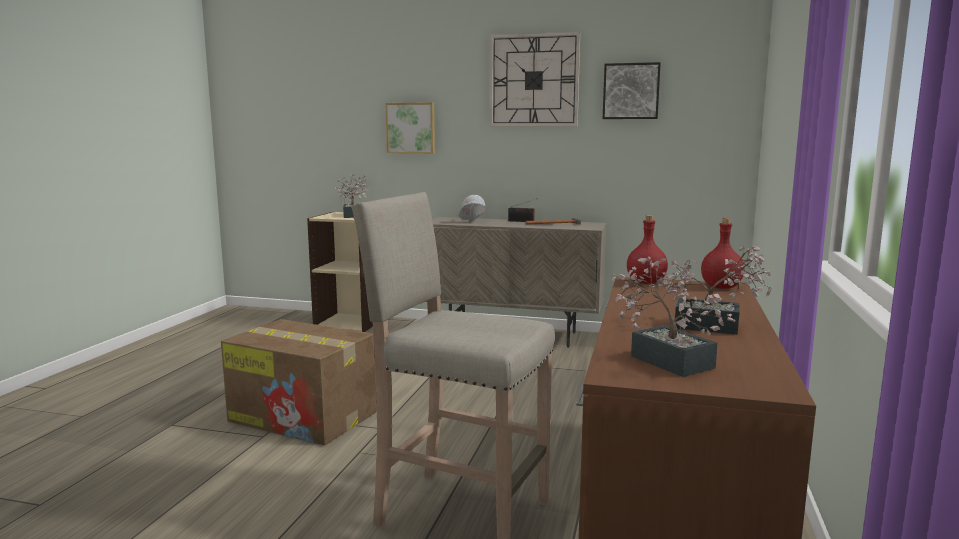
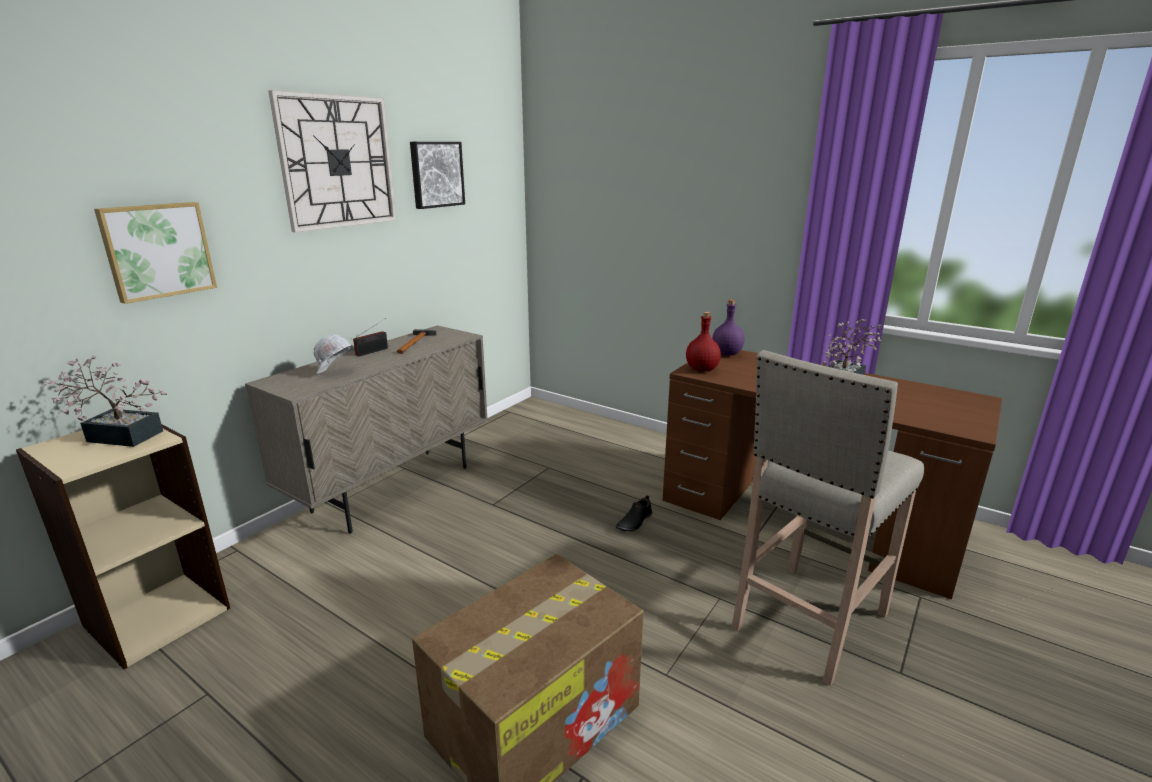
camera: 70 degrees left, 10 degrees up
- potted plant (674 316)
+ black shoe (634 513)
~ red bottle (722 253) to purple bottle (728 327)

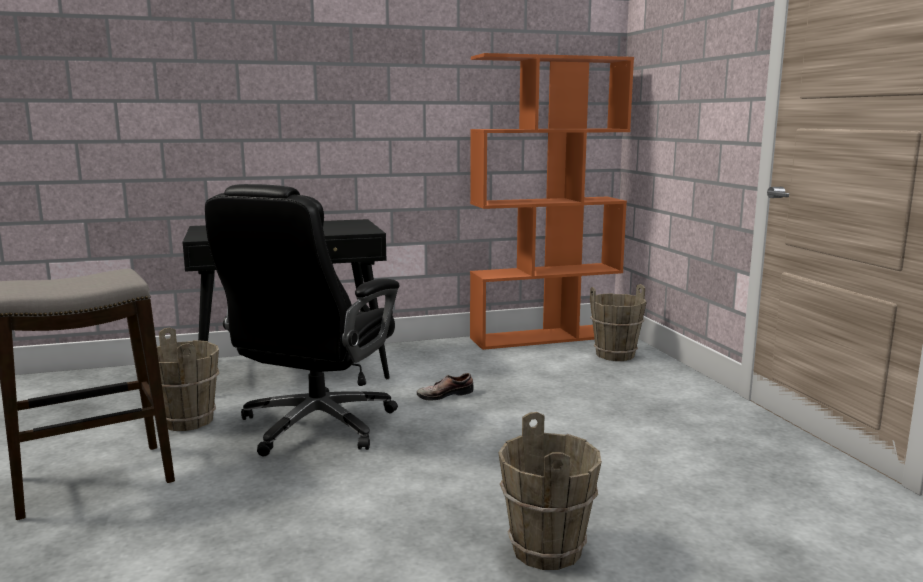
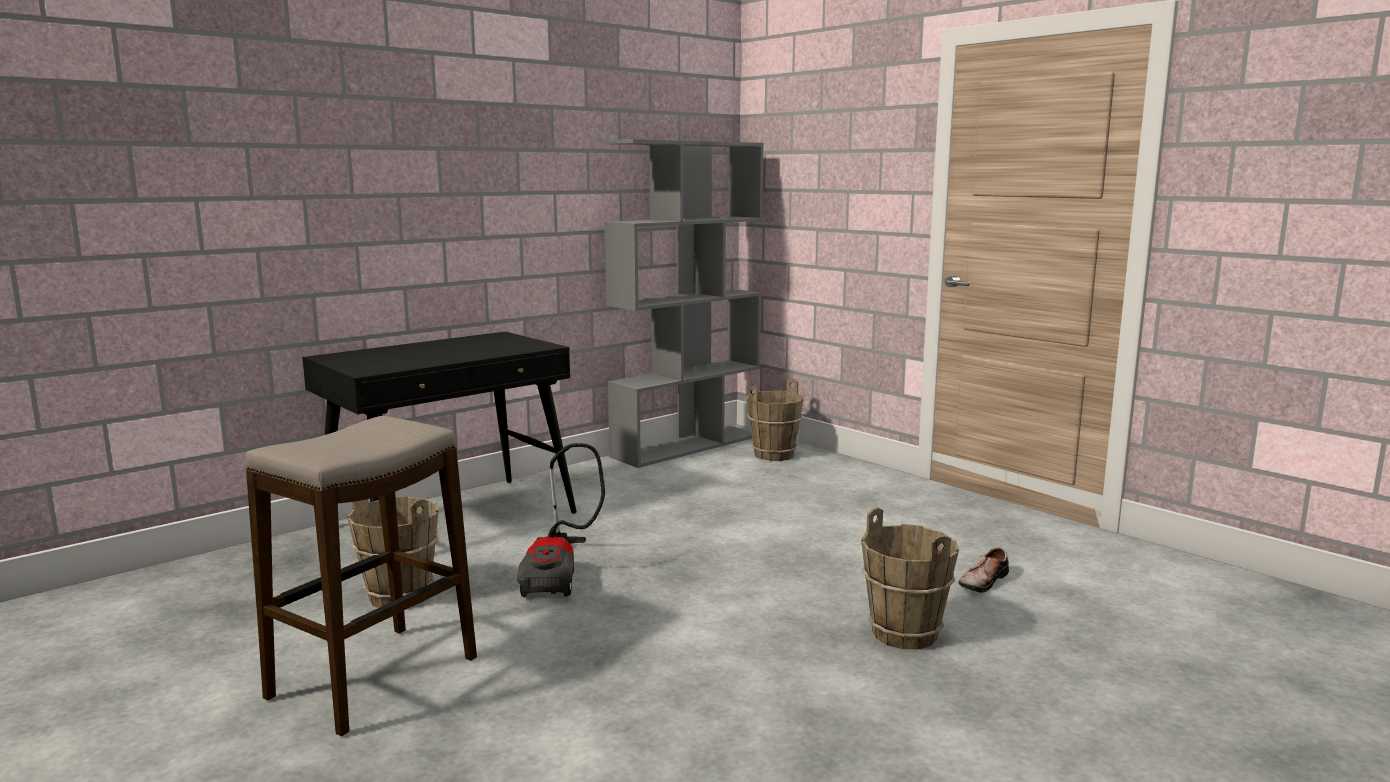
camera: 25 degrees left, 0 degrees up
~ shoe (445 386) to (983 570)
~ black office chair (302 320) to vacuum cleaner (561 520)
~ orange bookcase (552 201) to grey bookcase (683 303)

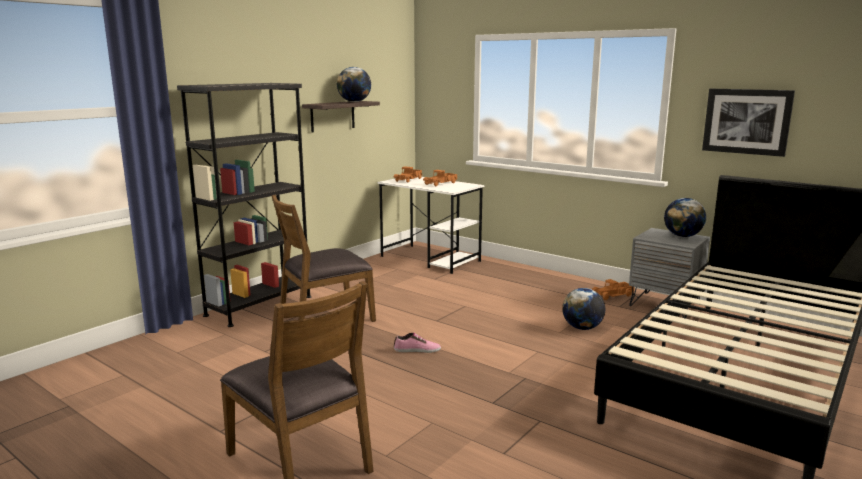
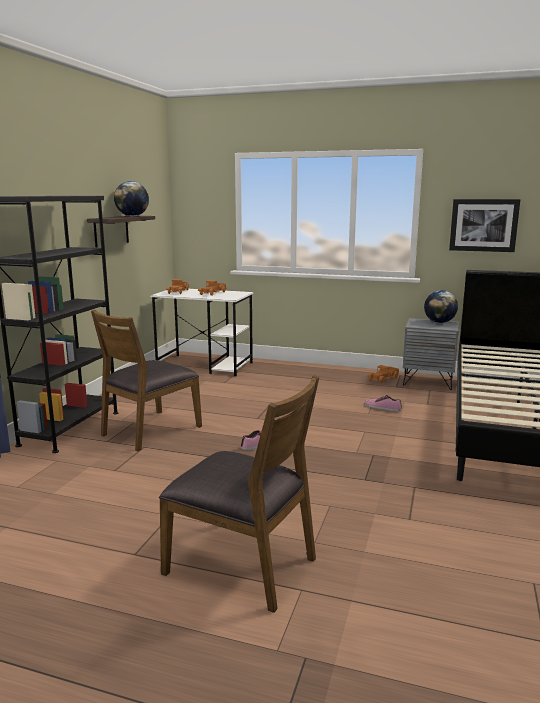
camera: 20 degrees left, 0 degrees up
~ globe (583 309) to shoe (383 403)

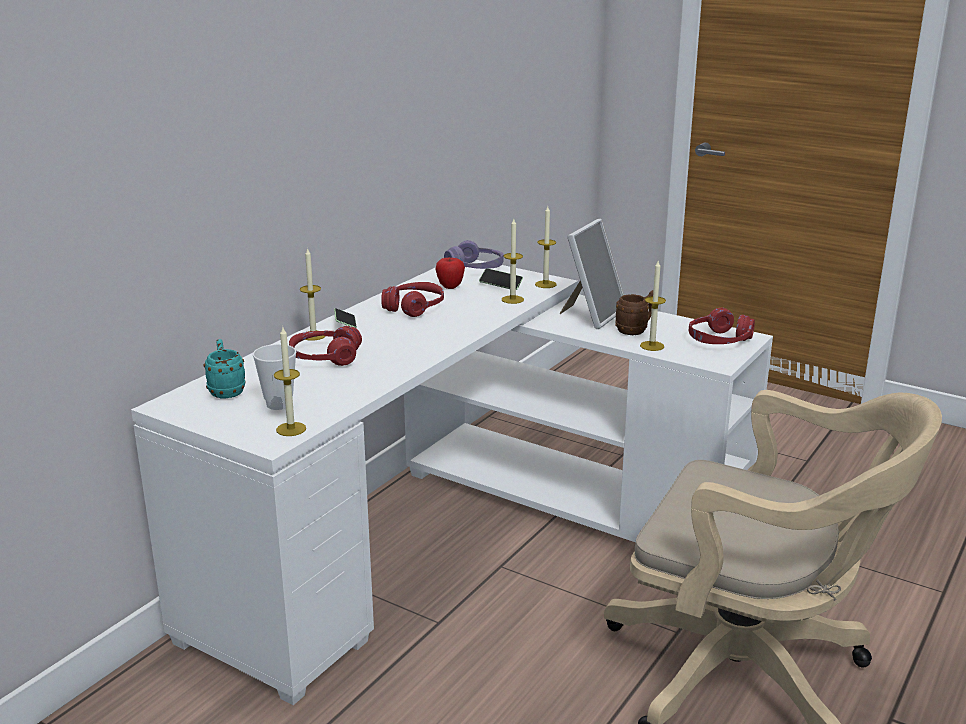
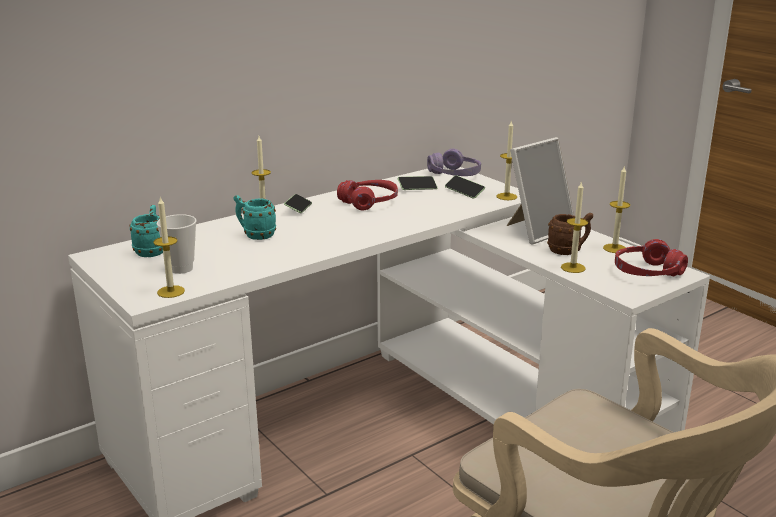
camera: 20 degrees right, 0 degrees up
~ candle (513 261) to (616 209)
~ red headphones (325 346) to turquoise mug (255 217)
~ apple (450 273) to phone (418 183)

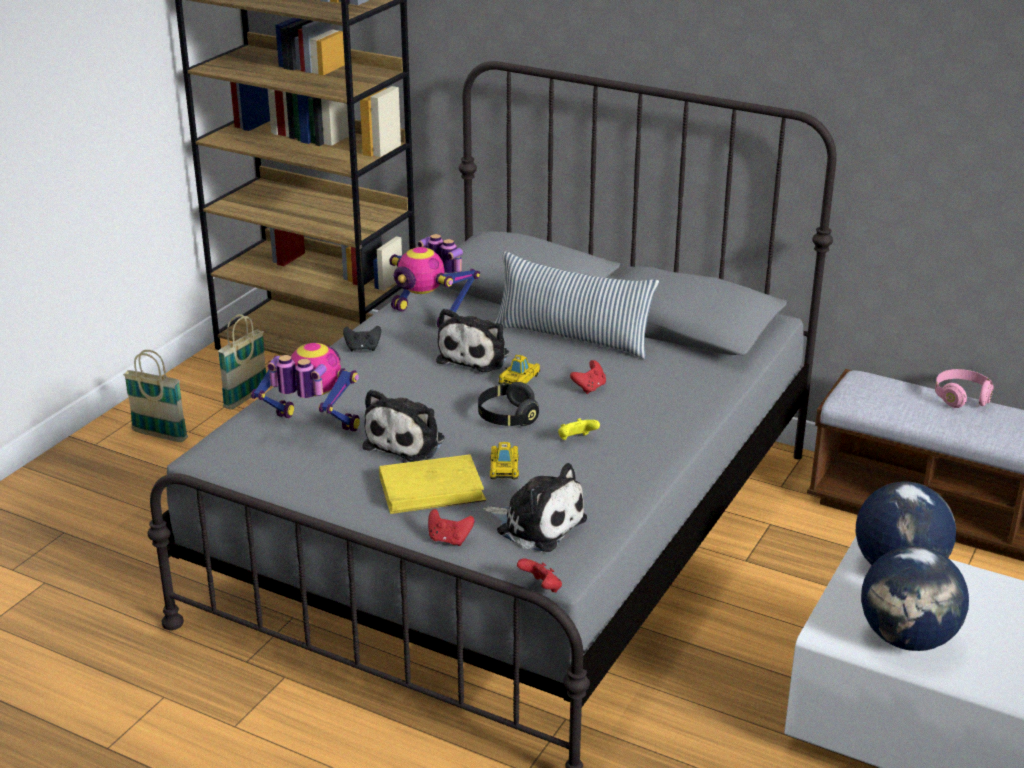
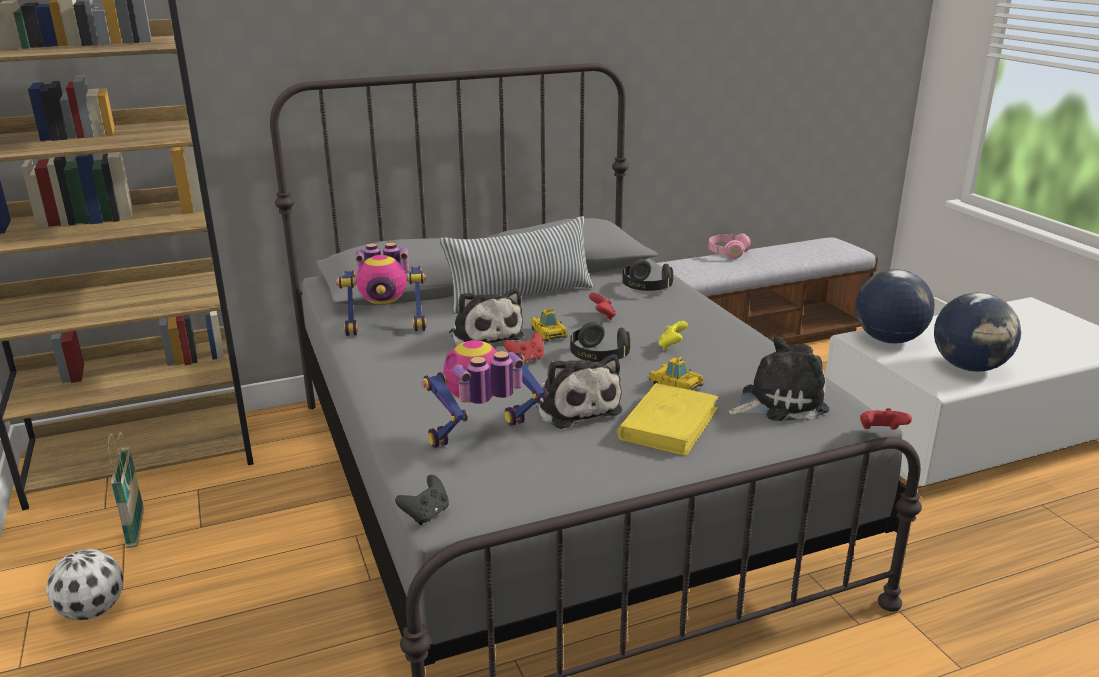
camera: 50 degrees left, 5 degrees down
+ black headphones (647 275)
~ black game controller (362 339) to (422 500)
~ red game controller (451 527) to (524 347)
~ basket (155 396) to football (84 585)

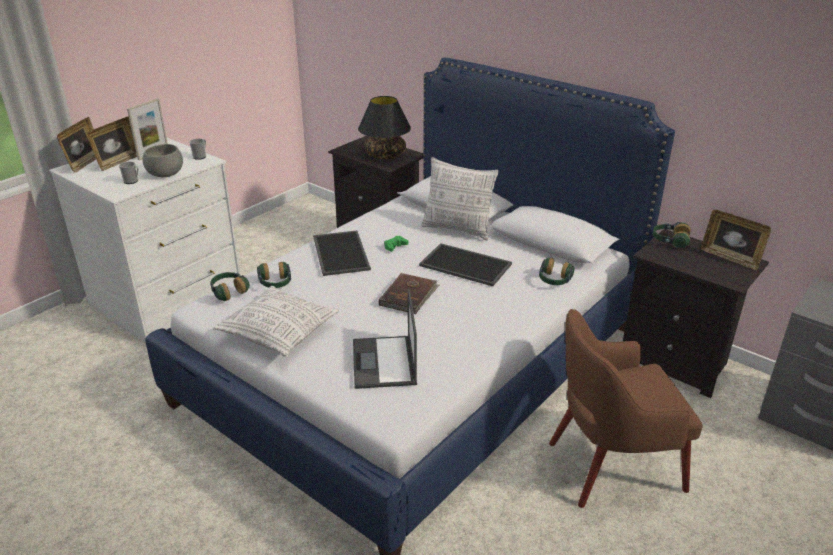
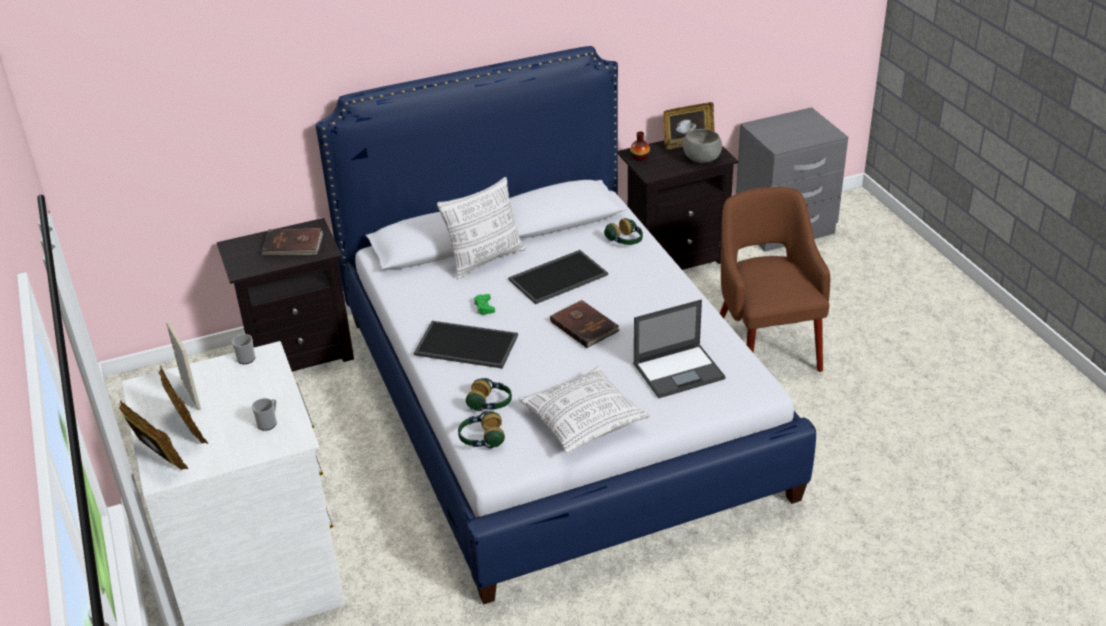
camera: 60 degrees left, 5 degrees up
~ grey bowl (163 160) to (702 146)
~ black table lamp (384 127) to brown book (292 242)
~ headphones (672 235) to vase (640 146)
~ laptop (385 339) = (679 349) 45 degrees counterclockwise
~ brown armchair (626 408) = (775 279) 150 degrees clockwise

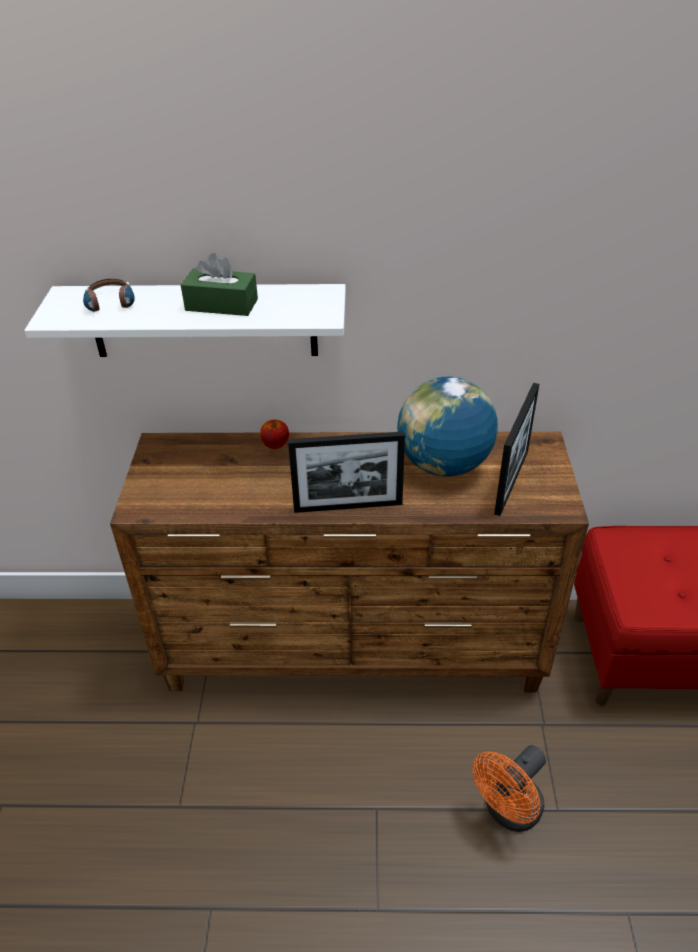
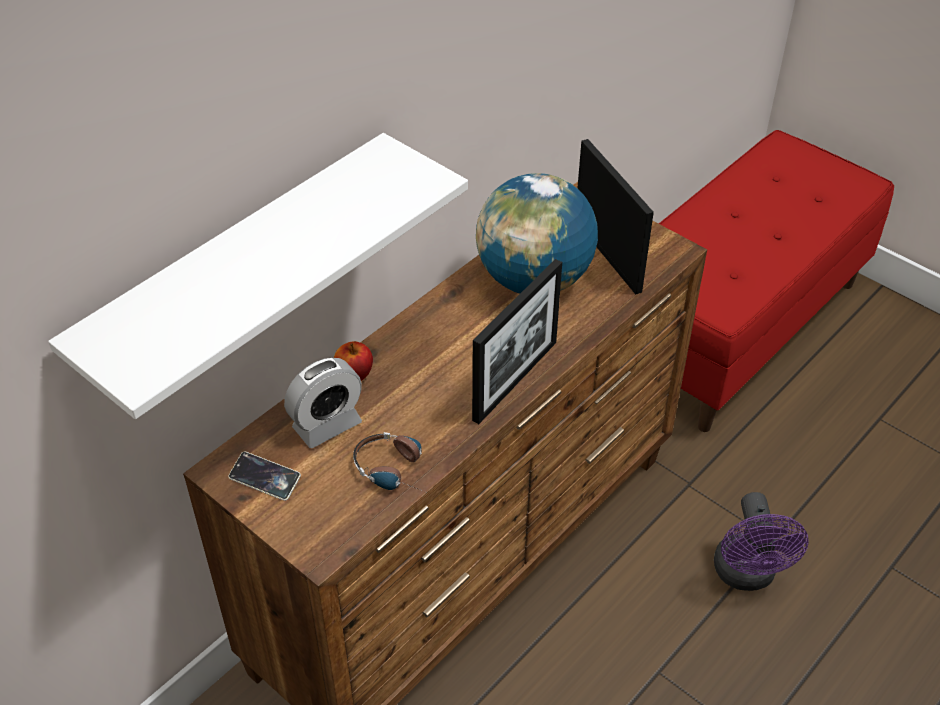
camera: 50 degrees left, 5 degrees up
- green tissue box (219 284)
+ phone (264 476)
+ alarm clock (323 402)
~ headphones (109 298) to (388 461)
~ orange fan (509 788) to purple fan (761 541)

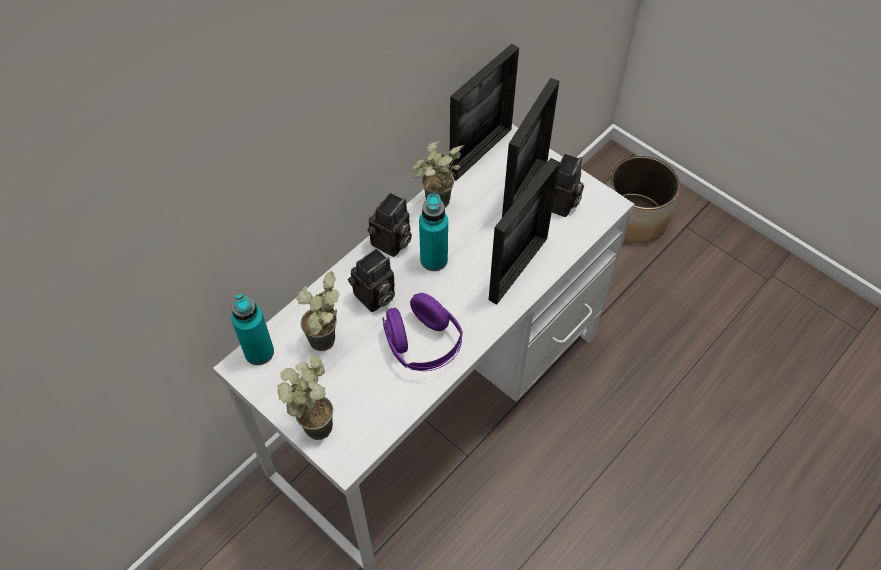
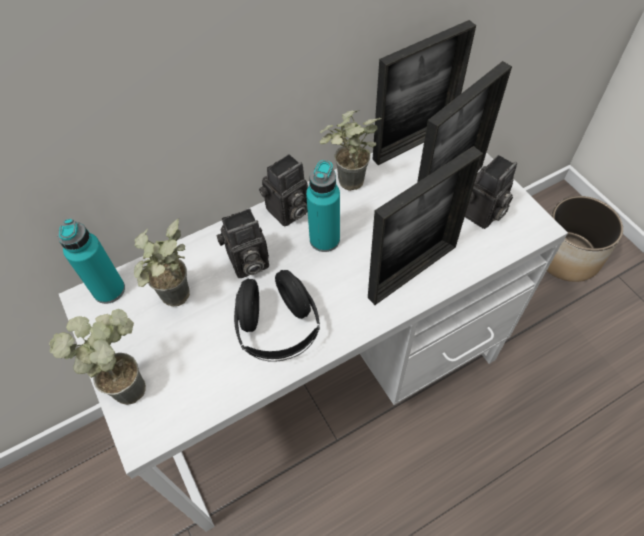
camera: 20 degrees right, 0 degrees up
~ purple headphones (422 332) to black headphones (277 316)

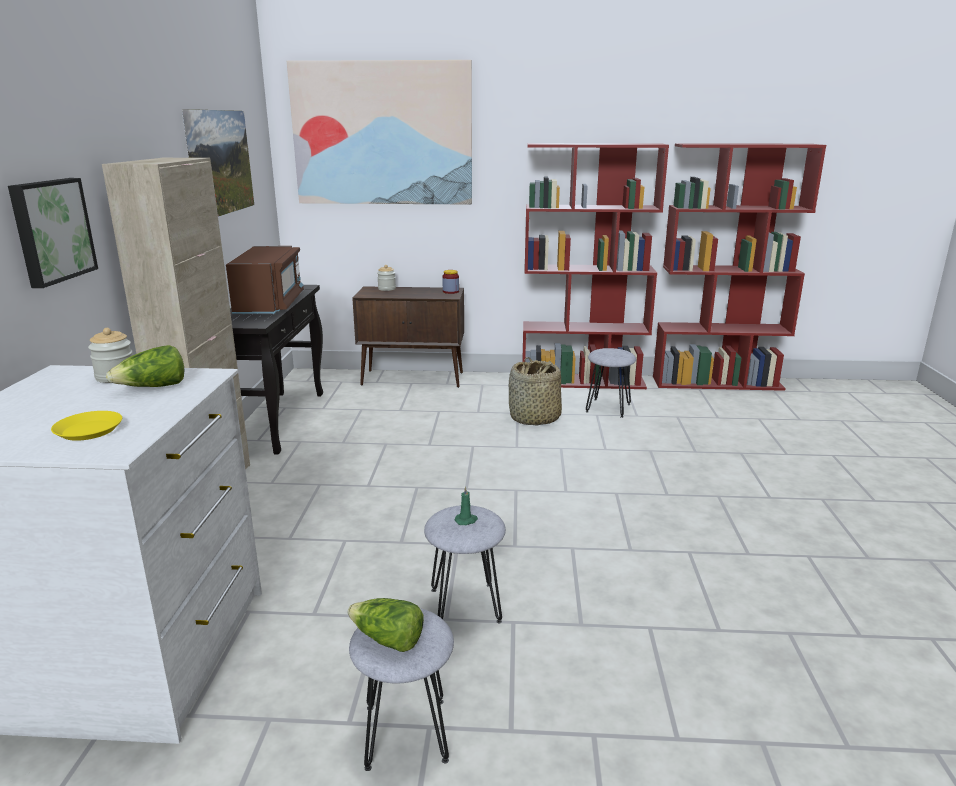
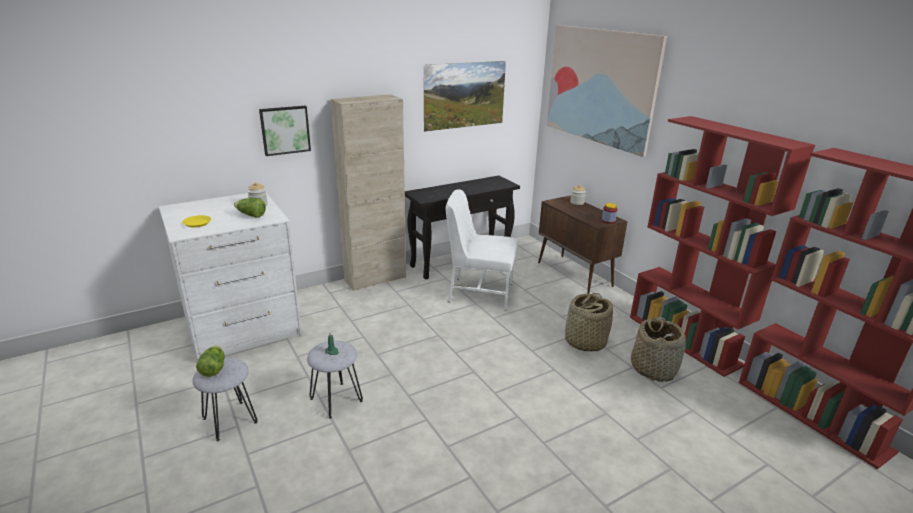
camera: 55 degrees right, 5 degrees up
- brown microwave (265 280)
+ white chair (482 250)
~ grey stool (611 383) to basket (658 349)

